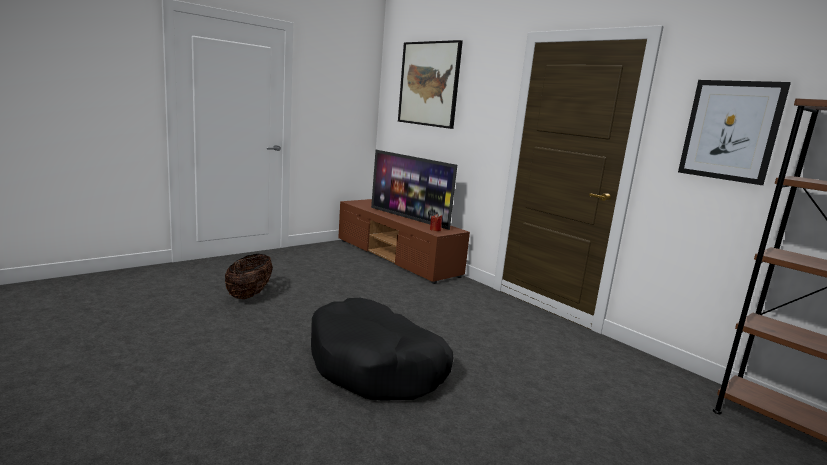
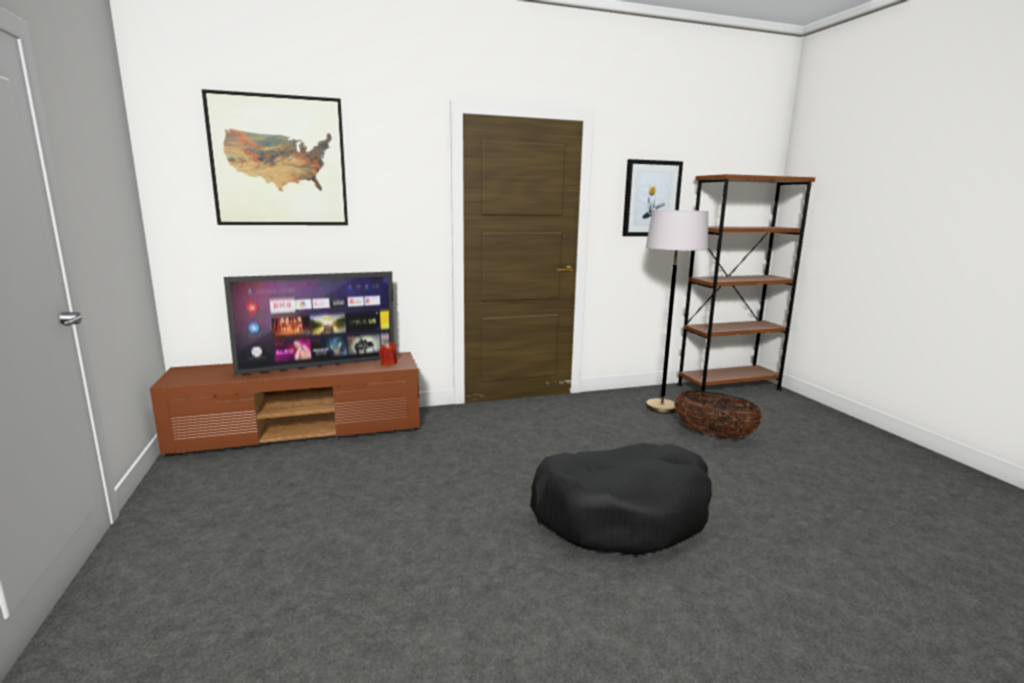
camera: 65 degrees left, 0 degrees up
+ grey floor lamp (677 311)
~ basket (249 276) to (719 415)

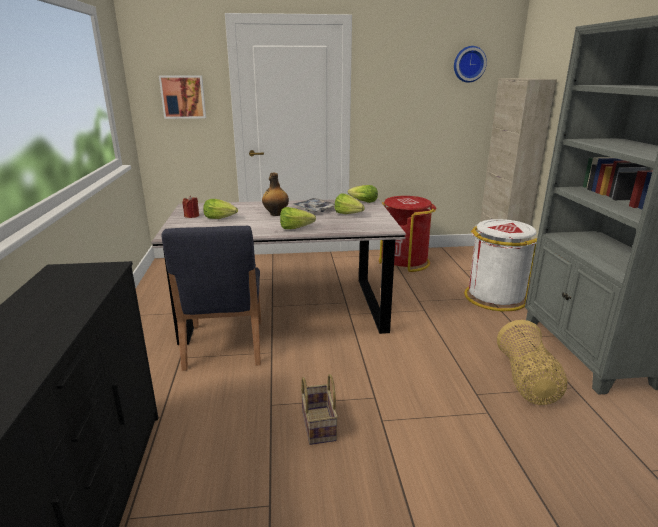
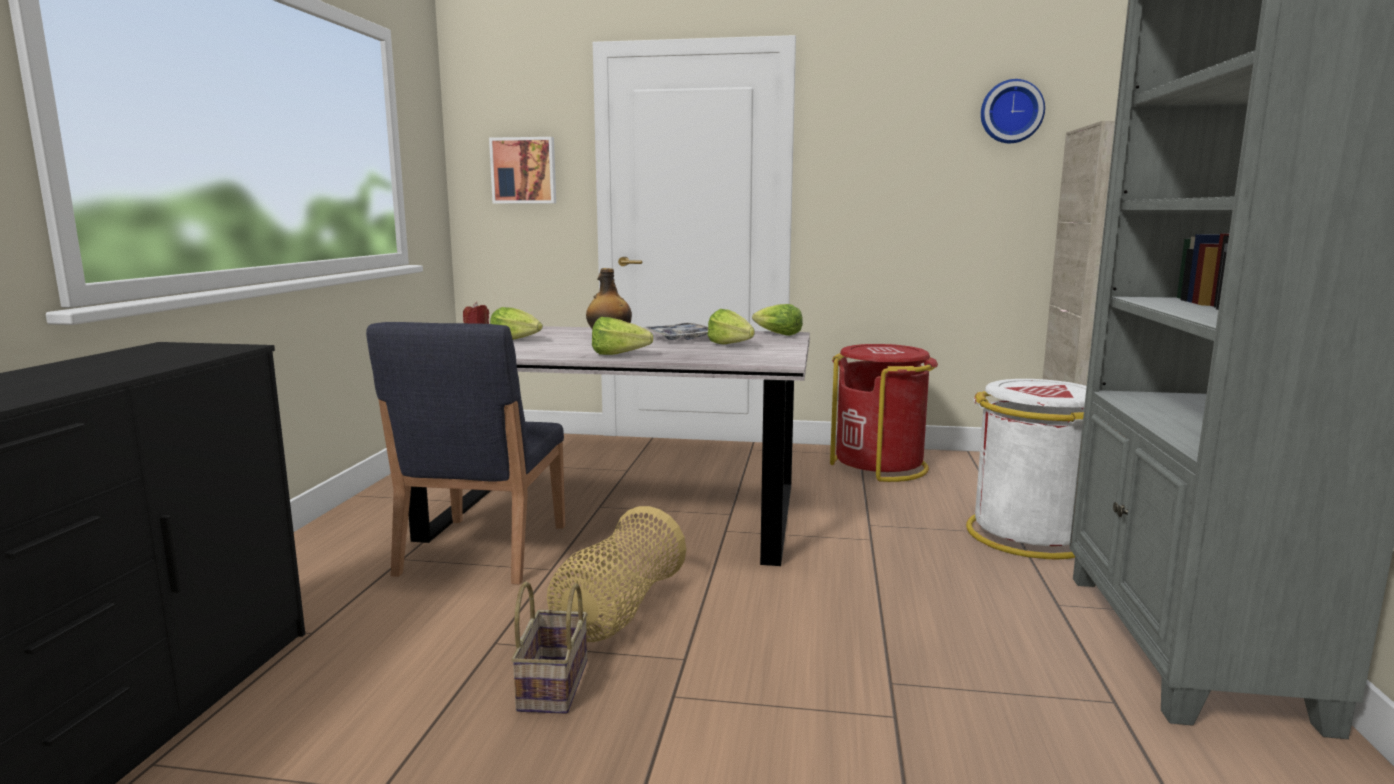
camera: 15 degrees right, 10 degrees down
~ basket (532 362) to (616 574)

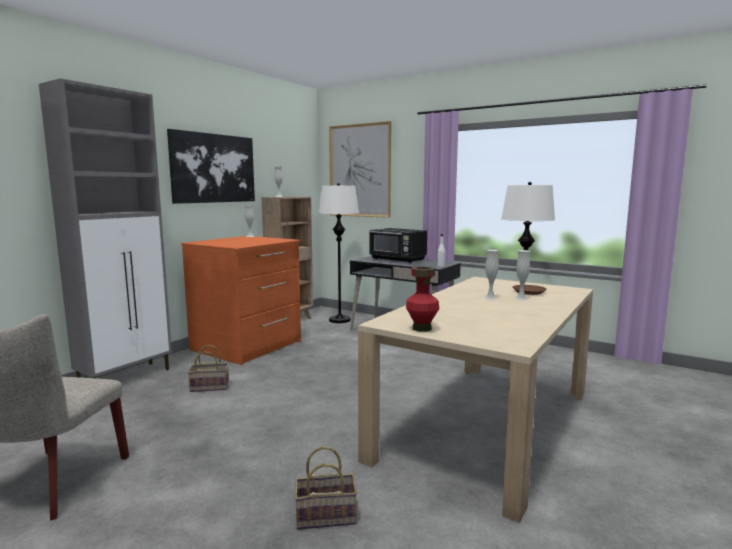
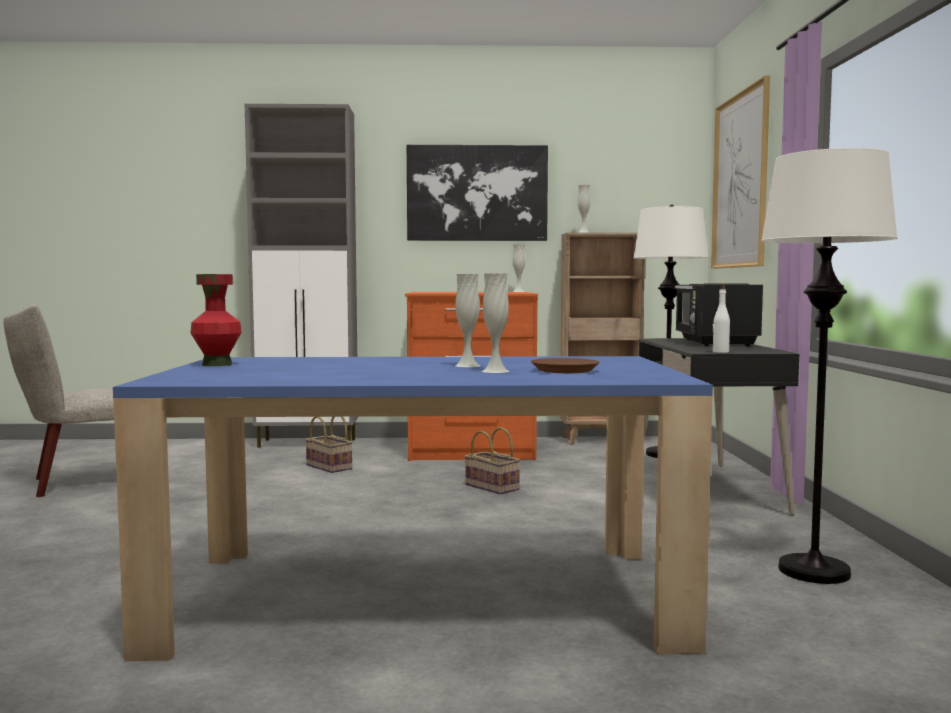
camera: 55 degrees right, 5 degrees down
~ basket (326 488) to (492 460)
~ beige dining table (475 400) to blue dining table (413 508)

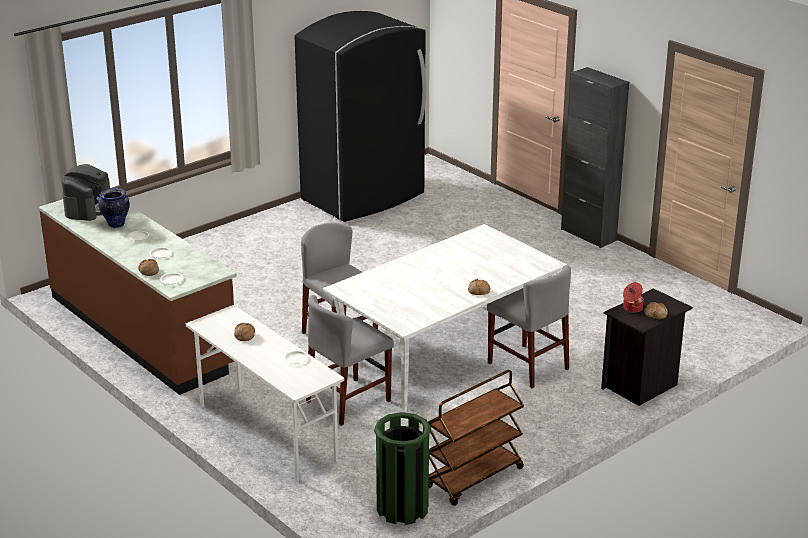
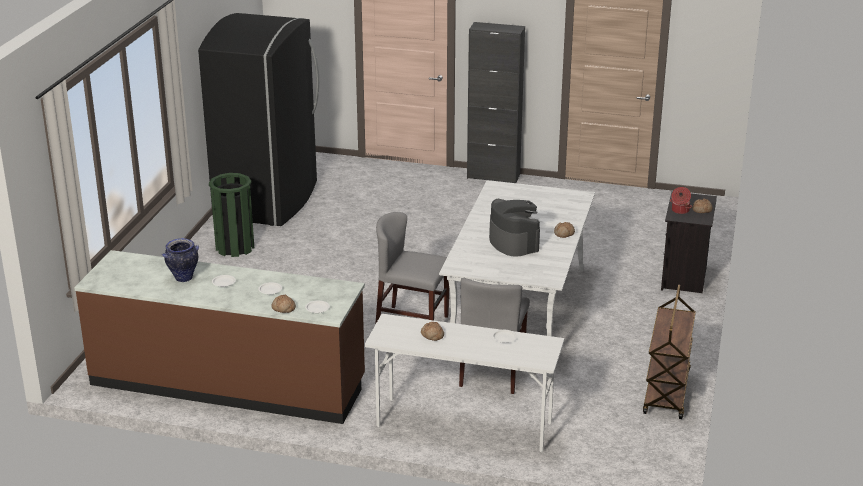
camera: 35 degrees left, 0 degrees up
- grey chair (529 326)
~ coffee machine (86 192) to (514 228)
~ green trash can (402 468) to (231 215)

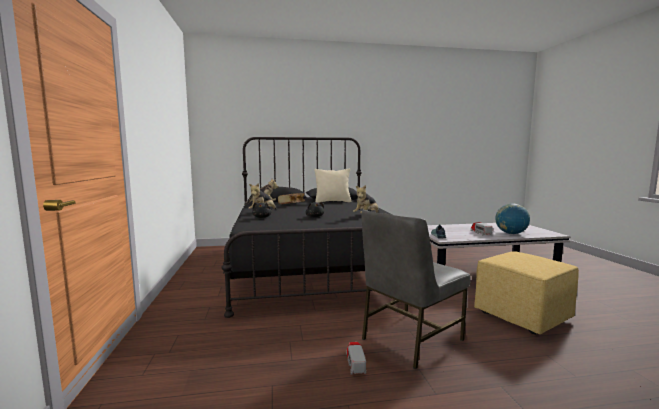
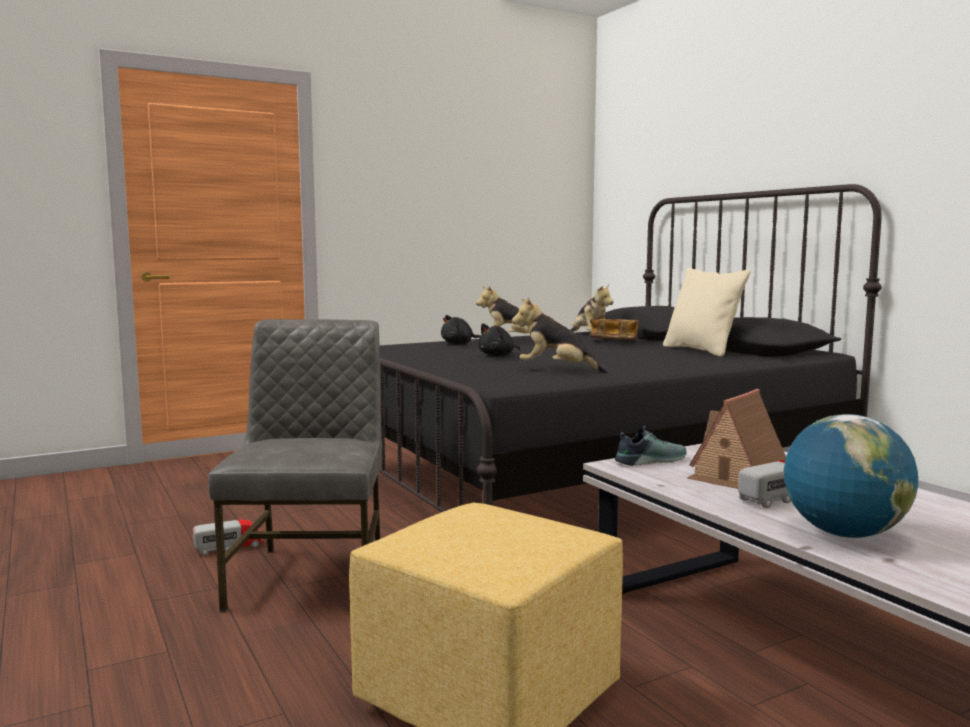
camera: 70 degrees right, 0 degrees up
+ toy house (736 439)
~ grey chair (416 290) = (295 465) 60 degrees clockwise

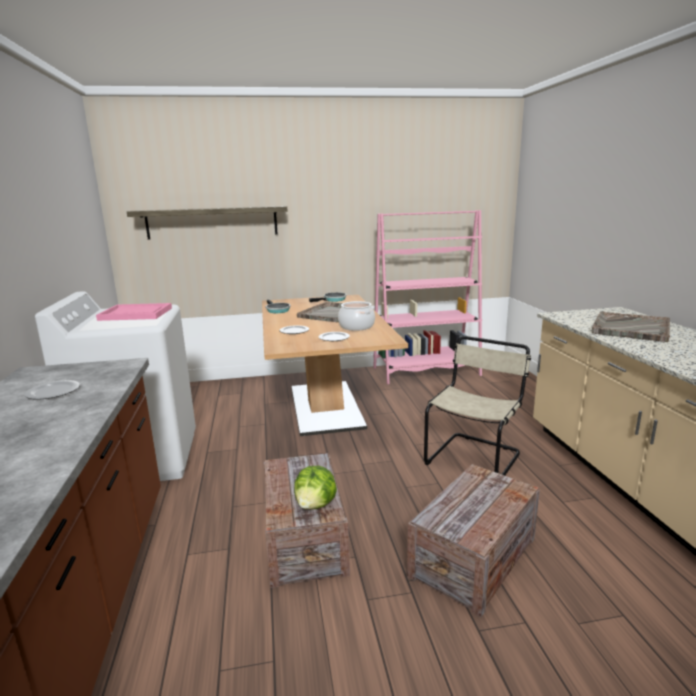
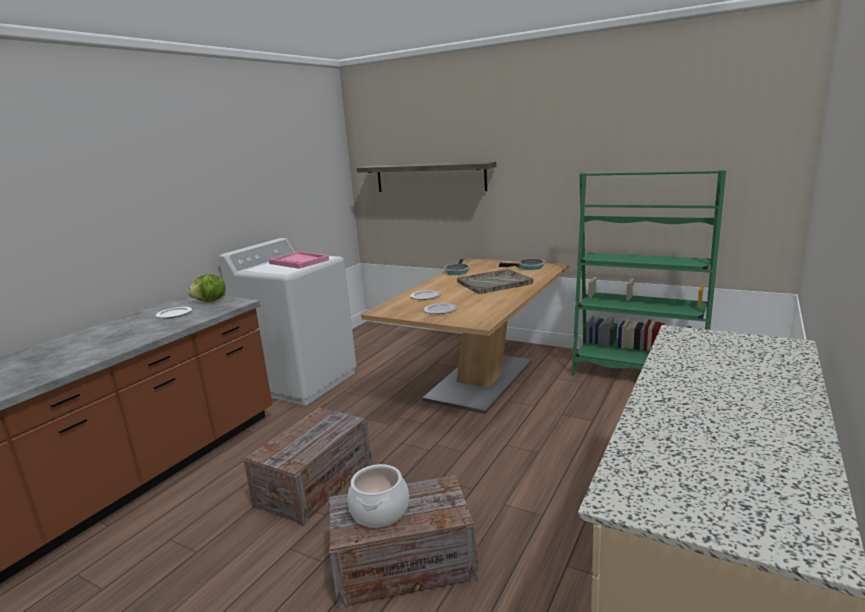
camera: 40 degrees right, 0 degrees up
- beige chair (477 406)
- grey tray (631 327)
~ lettuce (315 487) to (206 288)
~ cooking pot (356 316) to (378 496)
~ pink bookcase (427 297) to green bookcase (649 272)

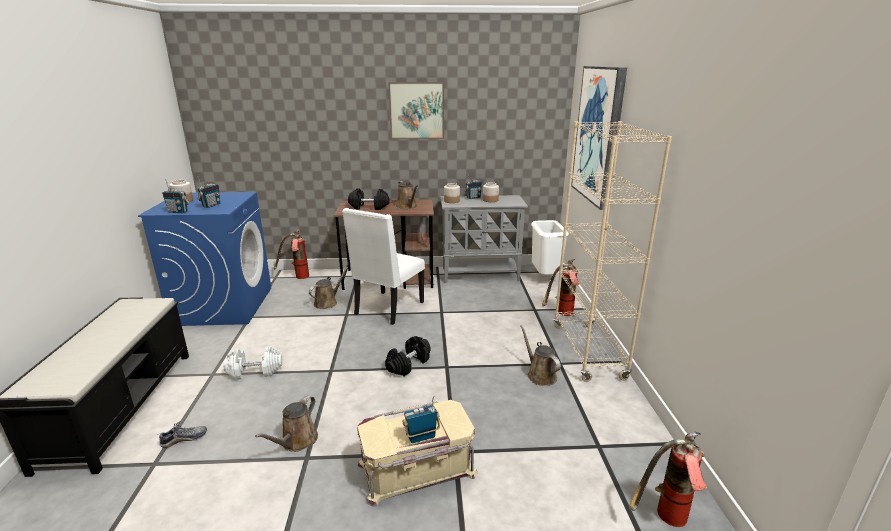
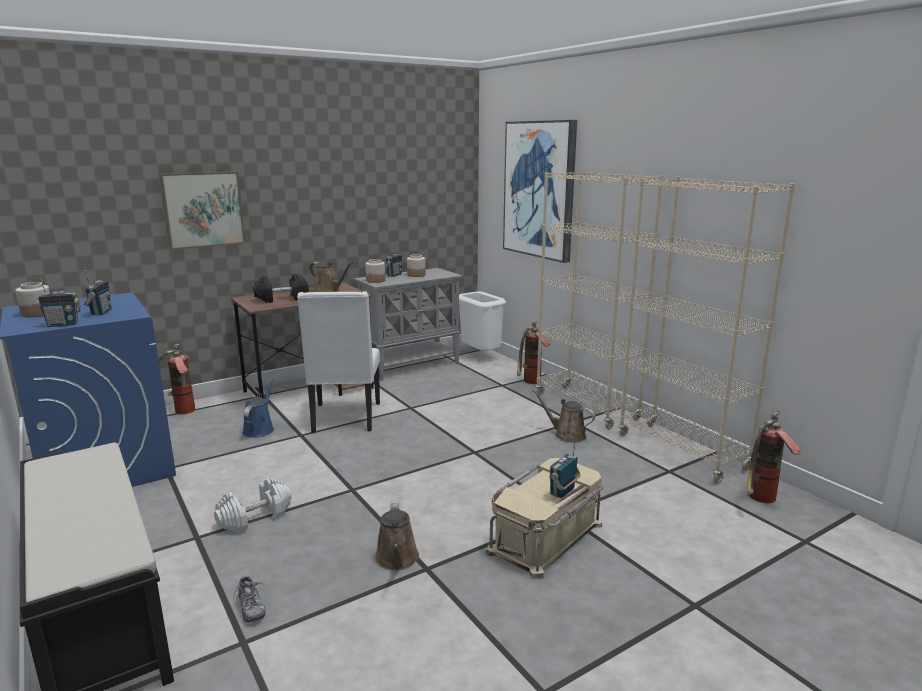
camera: 30 degrees left, 5 degrees down
- black dumbbell (407 356)
+ beige bookcase (707 330)
~ picture (416 110) to (202 211)
~ brown watering can (328 288) to blue watering can (258 408)
~ shoe (182 434) = (249 599) 120 degrees clockwise

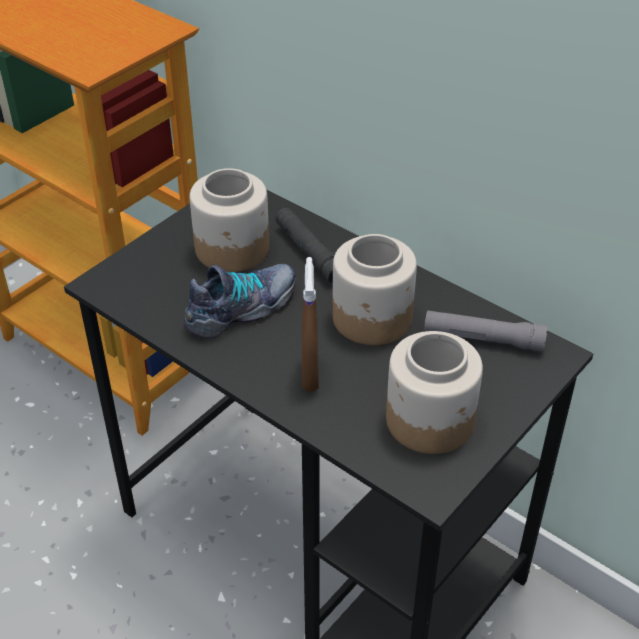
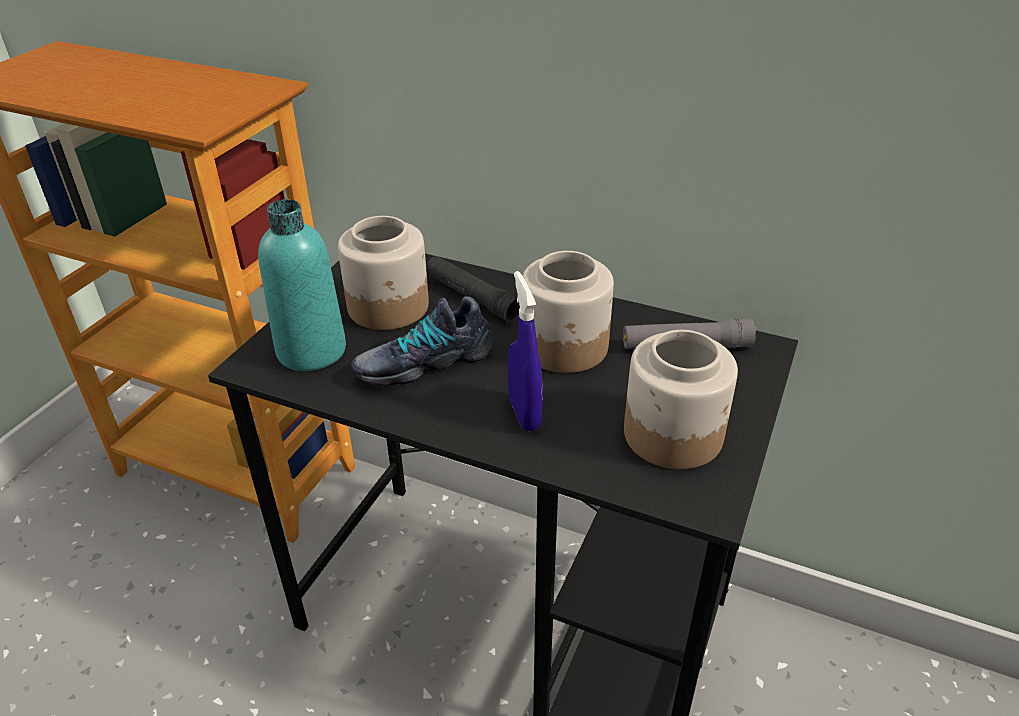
camera: 15 degrees left, 5 degrees down
+ turquoise bottle (302 285)
~ brown spray bottle (310 324) to blue spray bottle (525 351)
~ shoe (239 301) = (422 342) 150 degrees counterclockwise

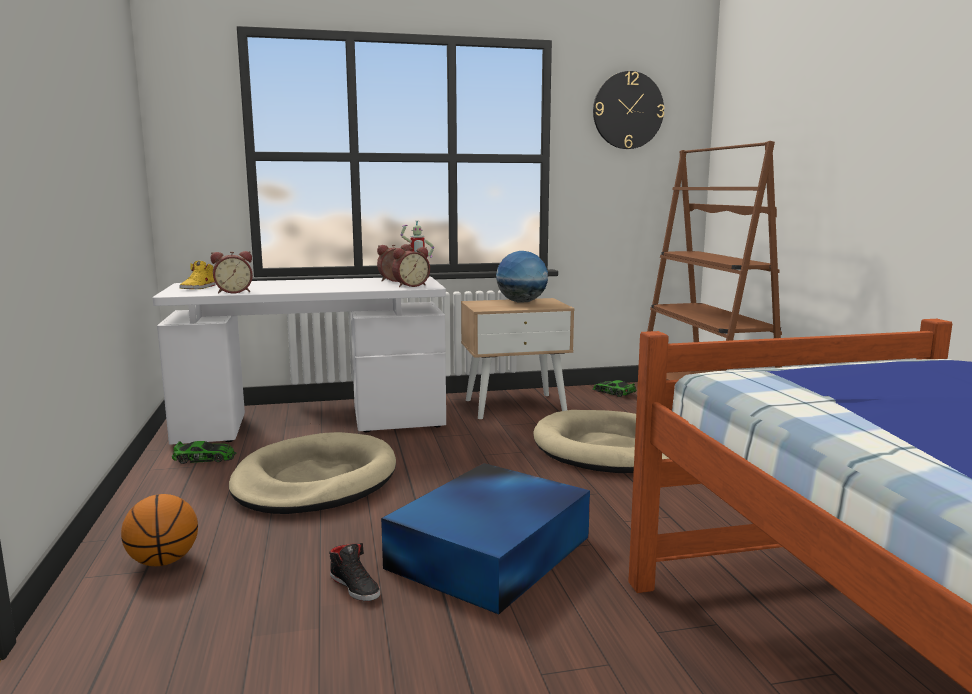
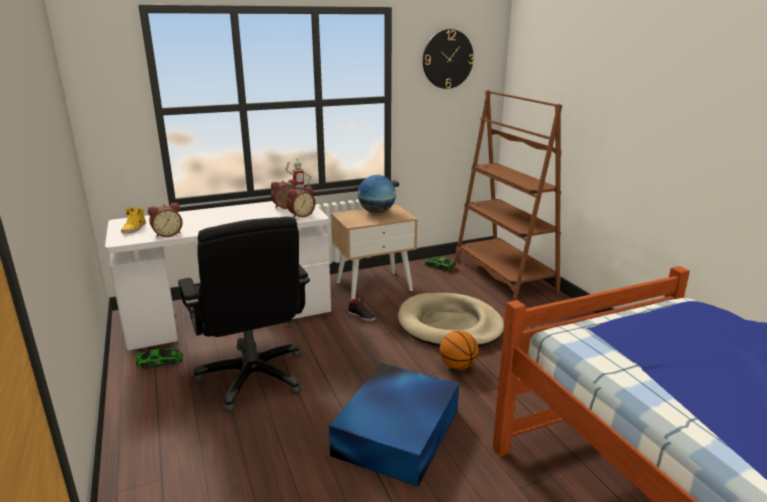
camera: 10 degrees left, 10 degrees up
~ basketball (159 530) to (459 350)
~ black shoe (354 572) to (362 309)
~ beige dog bed (312 473) to black office chair (244 314)

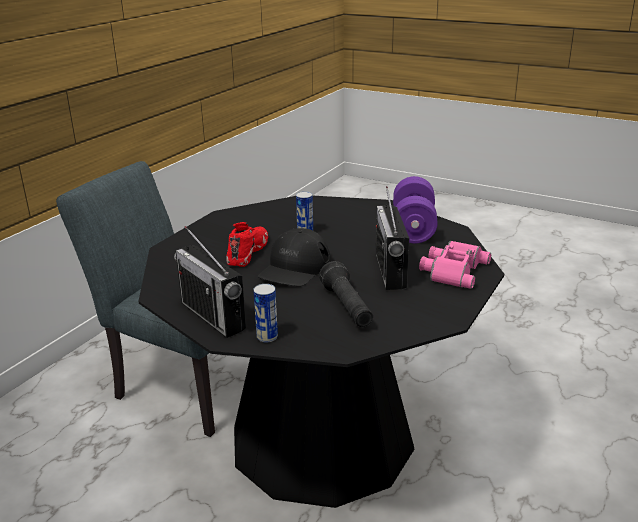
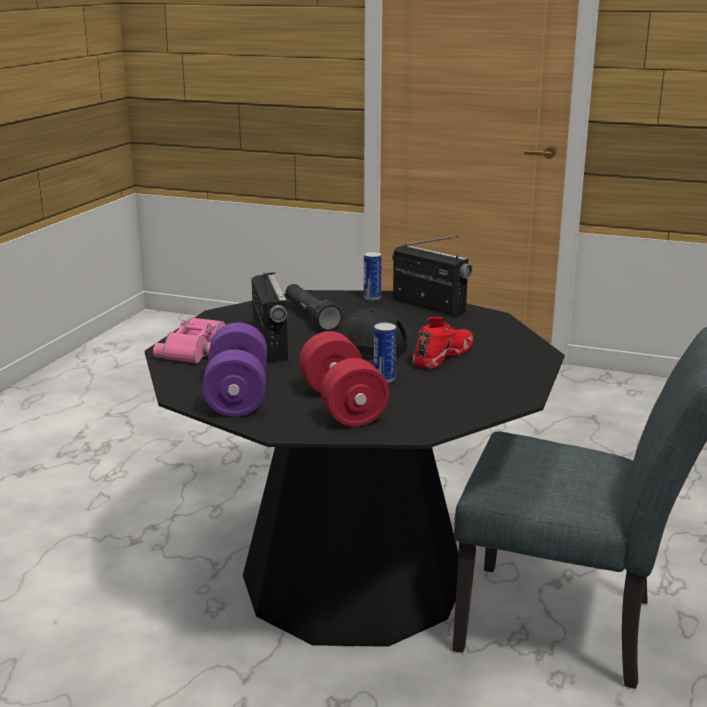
camera: 170 degrees right, 5 degrees down
+ red dumbbell (344 379)
~ red shoe (247 244) = (443 343) 150 degrees counterclockwise

